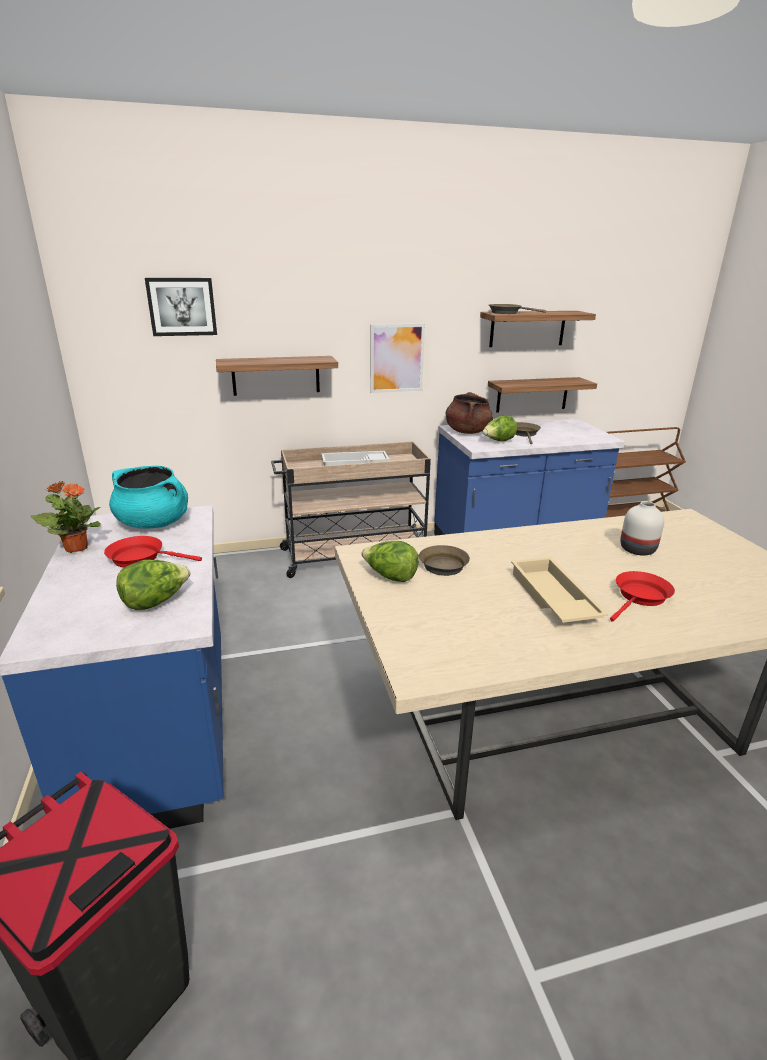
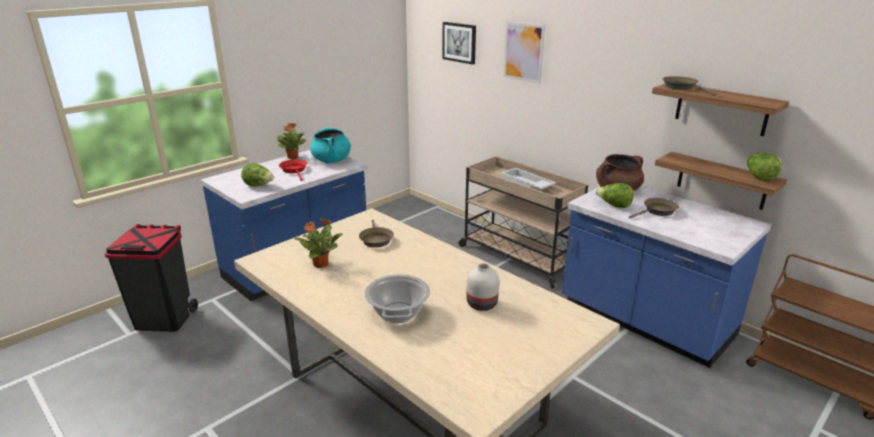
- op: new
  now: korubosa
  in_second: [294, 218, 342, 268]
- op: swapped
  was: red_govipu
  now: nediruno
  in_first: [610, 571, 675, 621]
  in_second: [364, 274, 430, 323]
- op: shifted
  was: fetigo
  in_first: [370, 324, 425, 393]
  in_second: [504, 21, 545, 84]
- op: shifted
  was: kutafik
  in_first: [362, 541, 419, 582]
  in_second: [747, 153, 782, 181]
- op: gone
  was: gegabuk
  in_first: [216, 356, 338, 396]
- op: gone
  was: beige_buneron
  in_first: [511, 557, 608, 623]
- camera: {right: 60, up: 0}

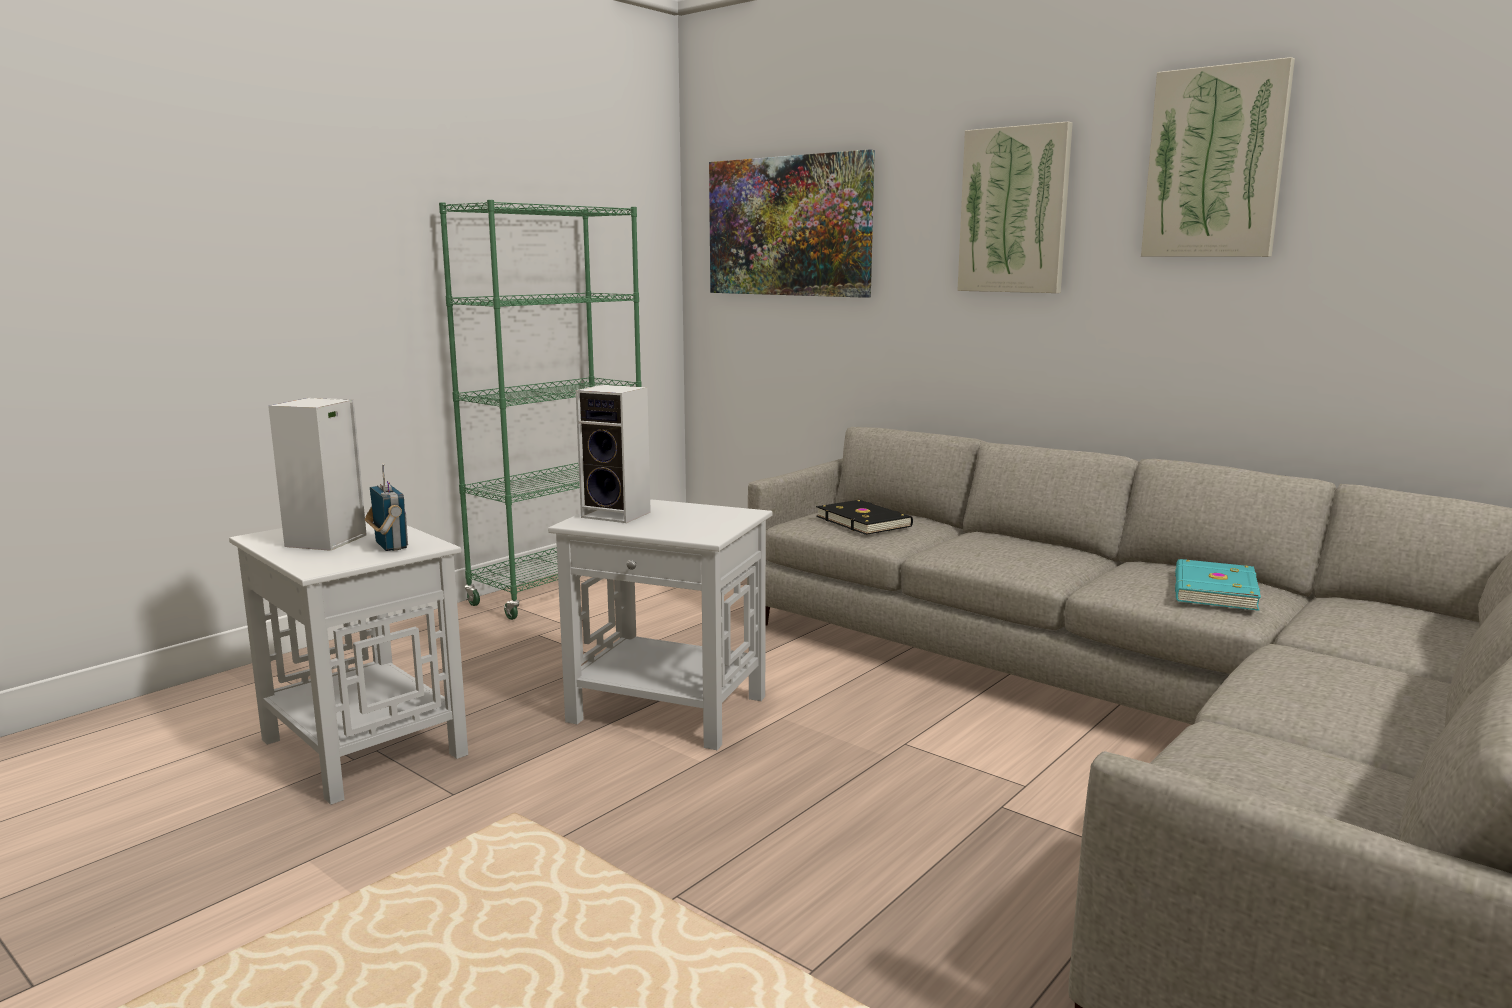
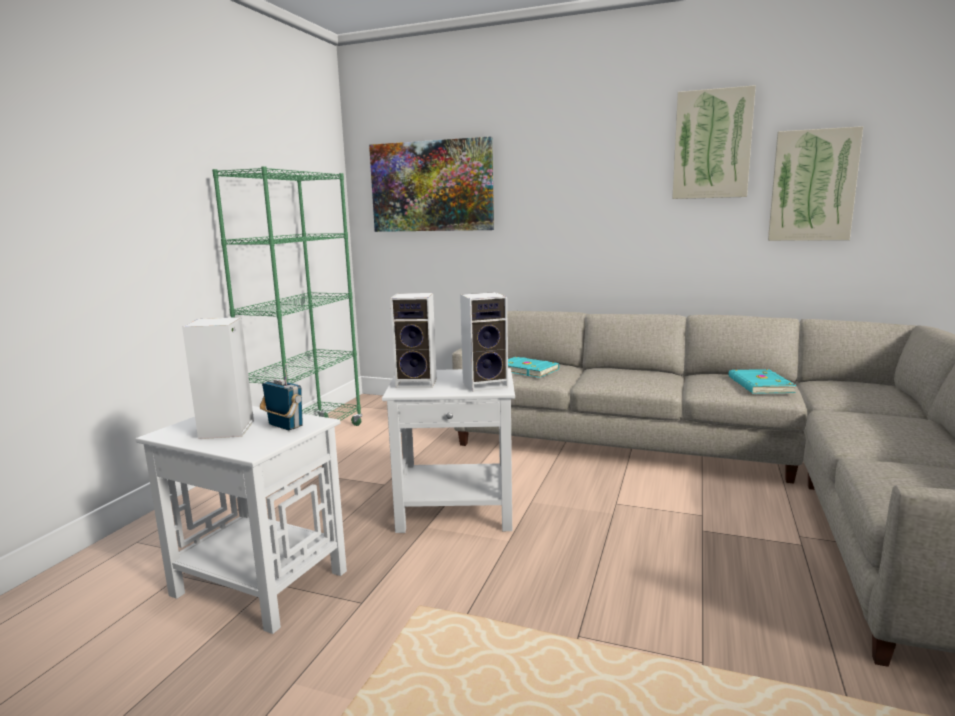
- op: new
  now: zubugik
  in_second: [460, 292, 508, 392]
- op: repainted
  was: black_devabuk
  now: turquoise_devabuk
  in_first: [816, 500, 913, 535]
  in_second: [508, 357, 559, 378]
- op: shifted
  was: fetigo
  in_first: [957, 122, 1073, 293]
  in_second: [768, 126, 863, 241]
- camera: {right: -20, up: 0}

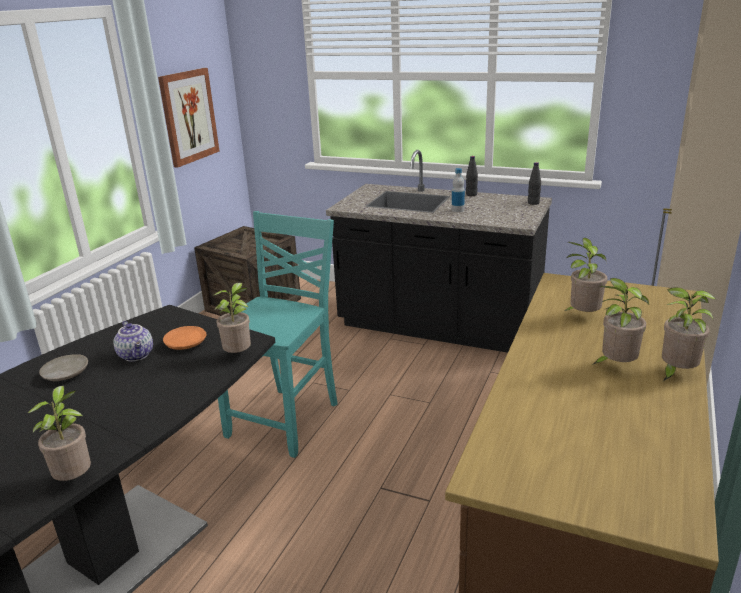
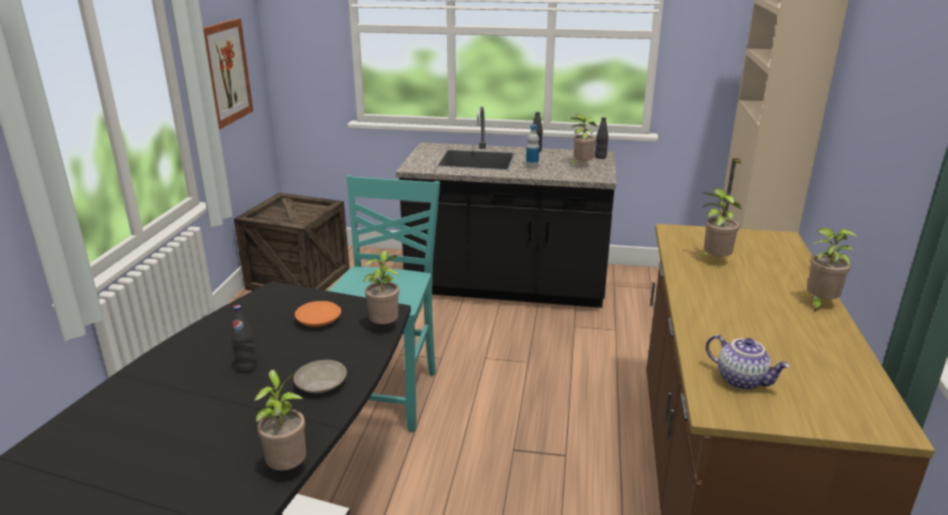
- op: new
  now: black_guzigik
  in_second: [231, 305, 257, 373]
- op: shifted
  was: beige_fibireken
  in_first: [39, 354, 88, 381]
  in_second: [293, 360, 347, 394]
- op: shifted
  was: korubosa
  in_first: [592, 278, 649, 365]
  in_second: [569, 114, 597, 166]
- op: shifted
  was: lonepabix
  in_first: [113, 321, 153, 362]
  in_second: [706, 335, 790, 390]
- camera: {right: -15, up: 0}

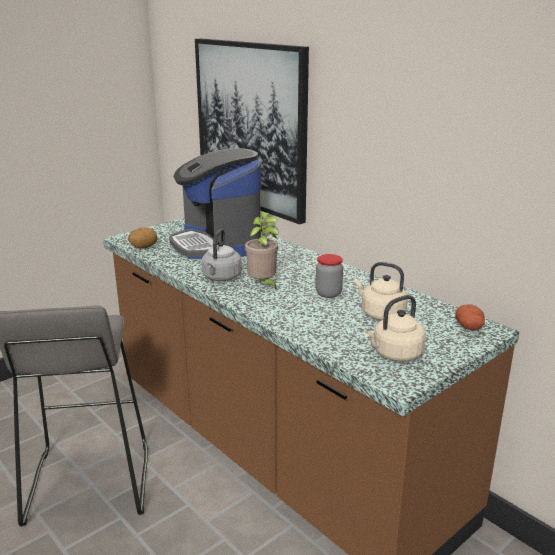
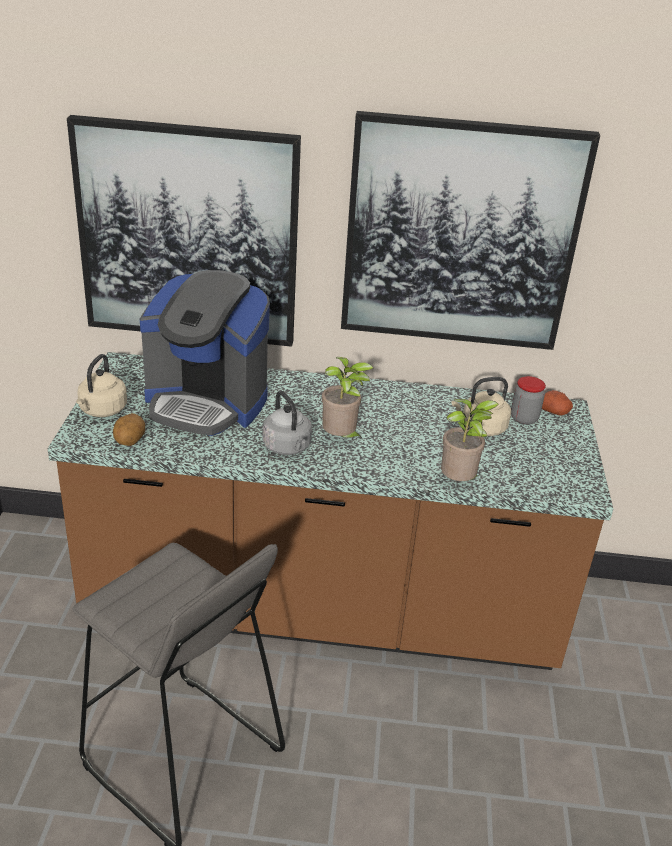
- op: shifted
  was: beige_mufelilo
  in_first: [365, 295, 426, 361]
  in_second: [76, 354, 127, 417]
- op: new
  now: fetigo
  in_second: [341, 111, 600, 350]
- op: new
  now: korubosa
  in_second: [441, 399, 499, 481]
- op: shifted
  was: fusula
  in_first: [316, 254, 343, 298]
  in_second: [511, 376, 546, 425]
- camera: {right: -45, up: 10}

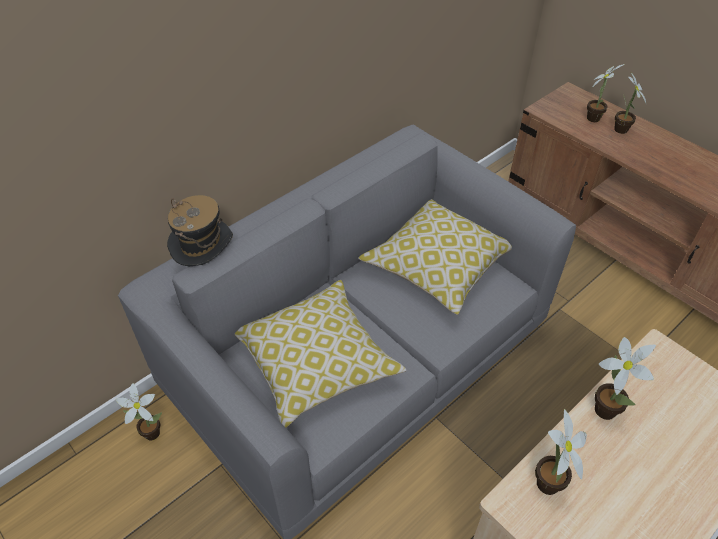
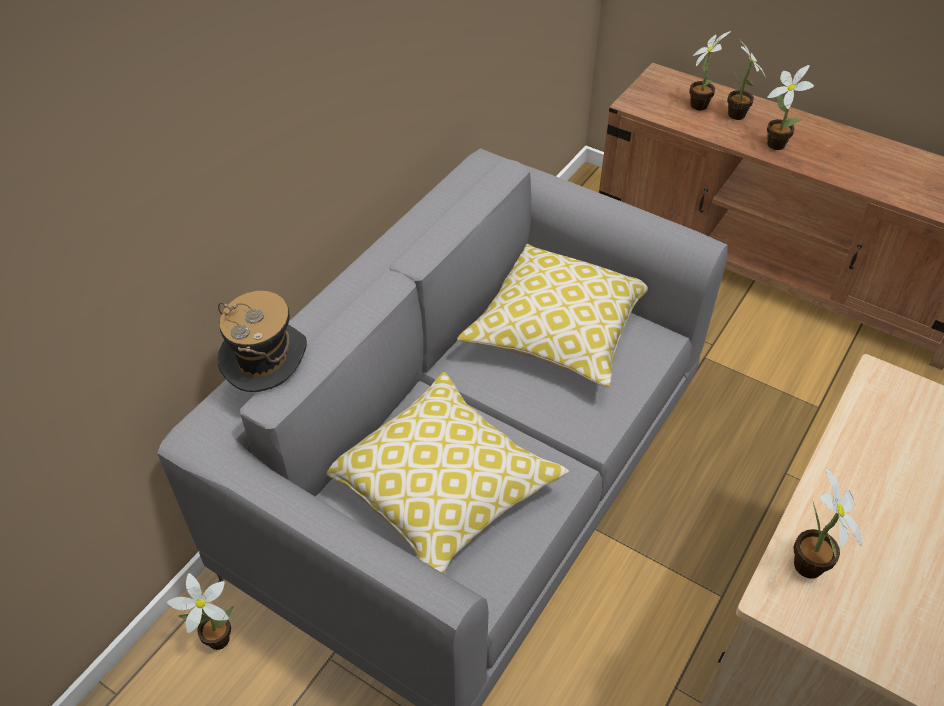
- op: shifted
  was: korubosa
  in_first: [595, 337, 656, 420]
  in_second: [767, 65, 814, 150]
- camera: {right: -15, up: 0}

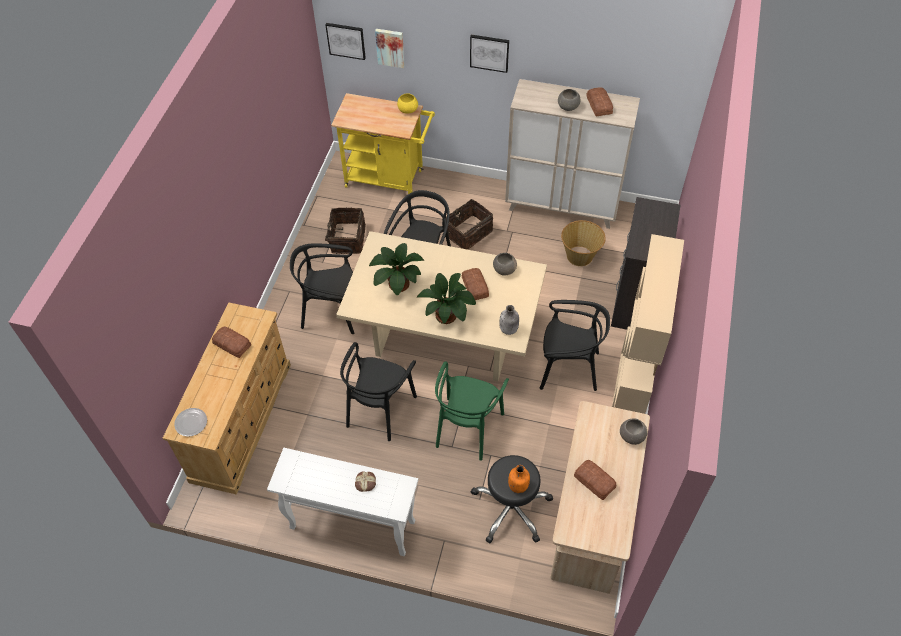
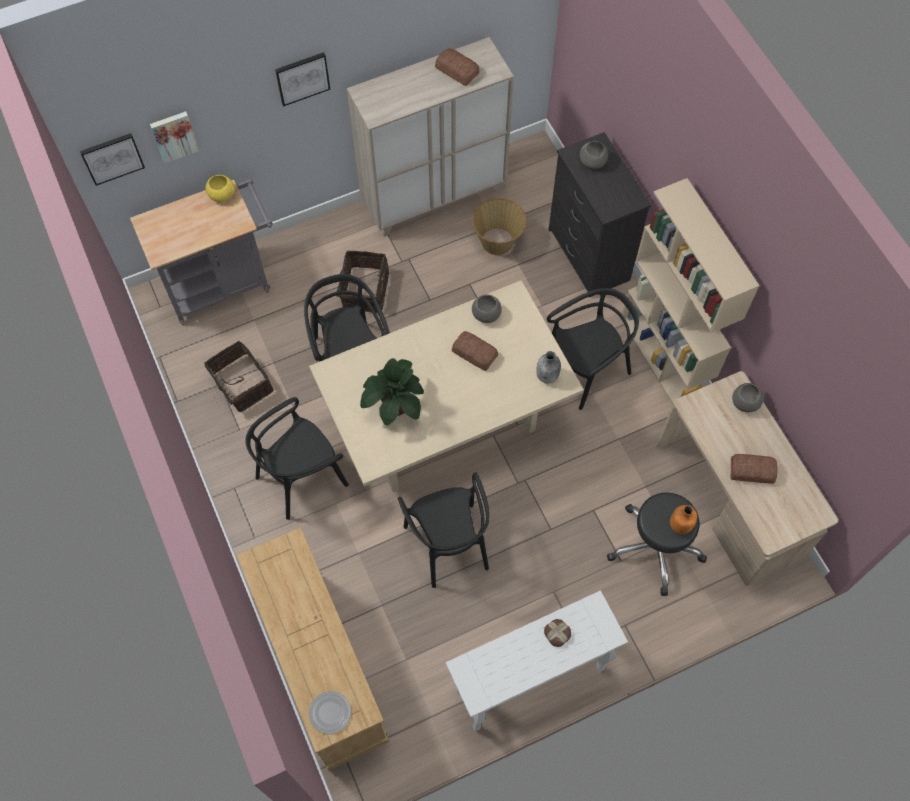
- op: repainted
  was: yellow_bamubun
  now: grey_bamubun
  in_first: [331, 93, 435, 194]
  in_second: [130, 179, 273, 326]
- op: shifted
  was: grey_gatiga
  in_first: [558, 89, 581, 111]
  in_second: [580, 141, 608, 169]
- op: gone
  was: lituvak
  in_first: [212, 327, 251, 358]
- op: gone
  was: korubosa
  in_first: [417, 273, 476, 324]
- op: gone
  was: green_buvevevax
  in_first: [435, 361, 509, 461]
- camera: {right: -40, up: 10}

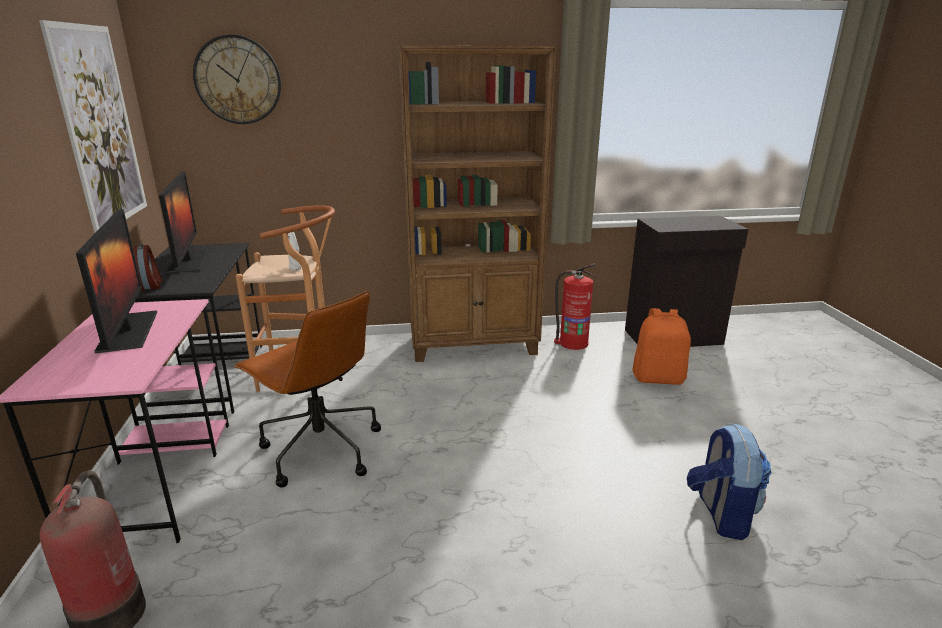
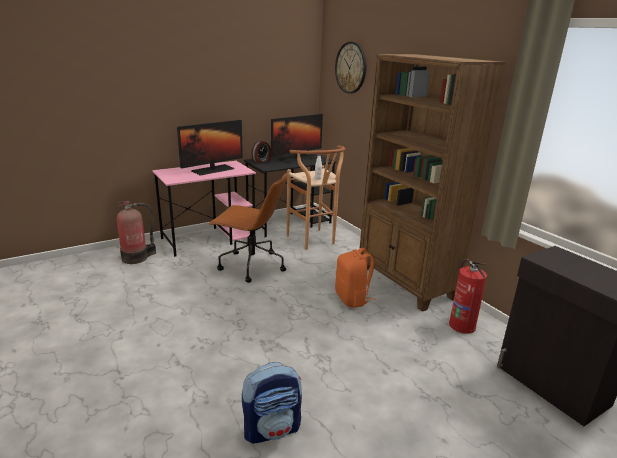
- op: rotated
  was: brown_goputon
  in_first: [234, 291, 381, 488]
  in_second: [208, 173, 288, 283]
  clockwise: -90
- op: shifted
  was: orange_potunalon
  in_first: [633, 308, 691, 385]
  in_second: [335, 248, 376, 308]
- op: gone
  was: fetigo
  in_first: [39, 20, 147, 233]
- camera: {right: 65, up: 0}

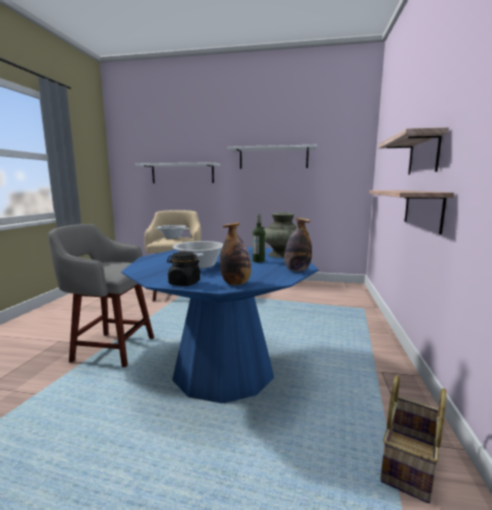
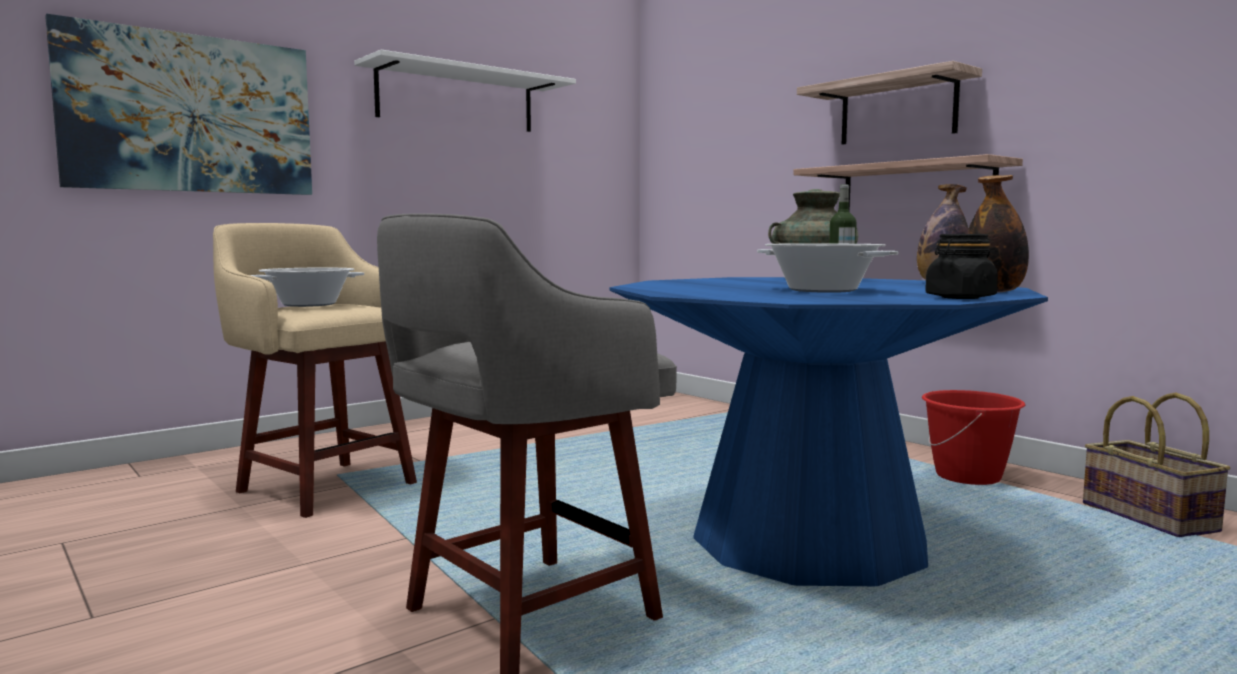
- op: swapped
  was: white_gegabuk
  now: fetigo
  in_first: [135, 162, 220, 183]
  in_second: [45, 14, 312, 195]
- op: new
  now: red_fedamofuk
  in_second: [922, 390, 1026, 485]
- camera: {right: -50, up: -5}

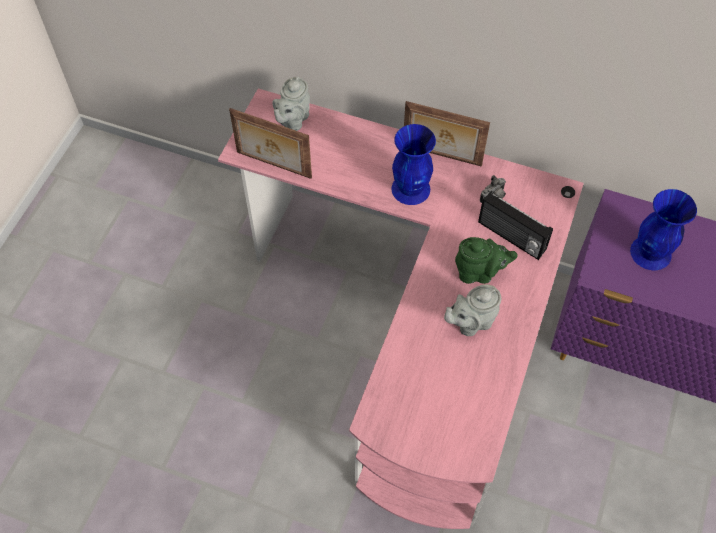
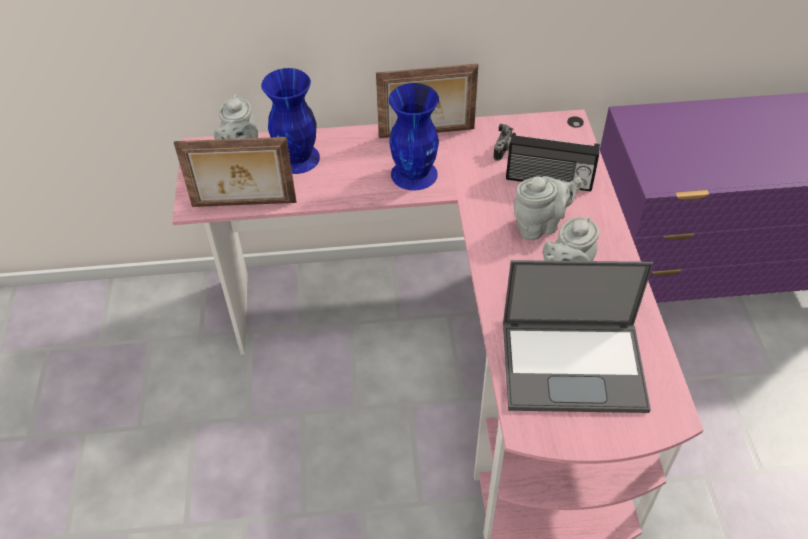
- op: shifted
  was: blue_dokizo
  in_first: [630, 189, 697, 270]
  in_second: [261, 68, 320, 174]
- op: new
  now: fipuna
  in_second: [503, 260, 653, 413]
- op: repainted
  was: green_lonepabix
  now: grey_lonepabix
  in_first: [455, 237, 518, 284]
  in_second: [514, 176, 582, 240]
- camera: {right: -25, up: -10}

